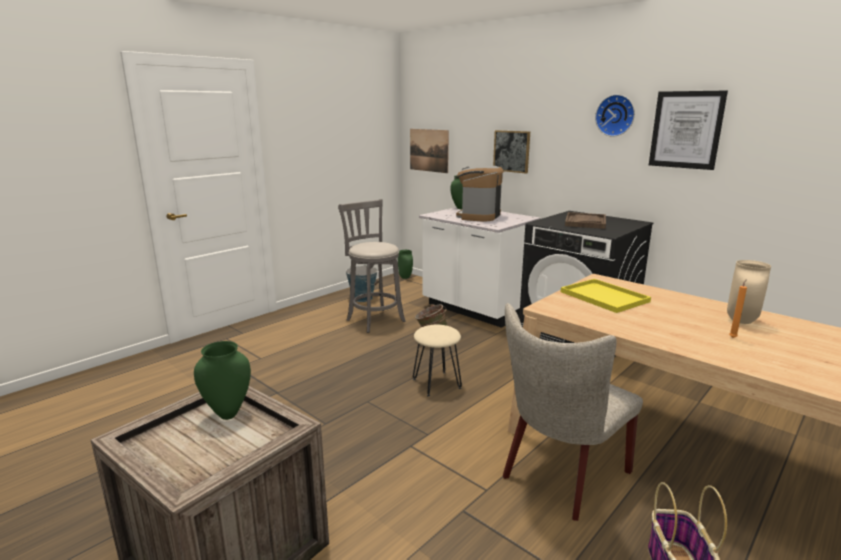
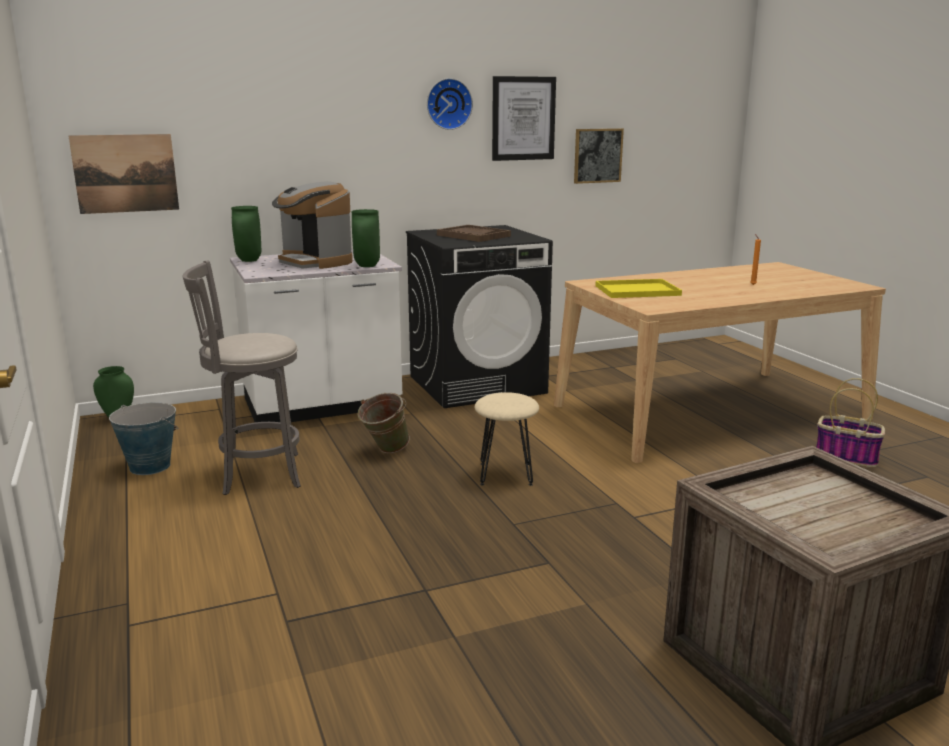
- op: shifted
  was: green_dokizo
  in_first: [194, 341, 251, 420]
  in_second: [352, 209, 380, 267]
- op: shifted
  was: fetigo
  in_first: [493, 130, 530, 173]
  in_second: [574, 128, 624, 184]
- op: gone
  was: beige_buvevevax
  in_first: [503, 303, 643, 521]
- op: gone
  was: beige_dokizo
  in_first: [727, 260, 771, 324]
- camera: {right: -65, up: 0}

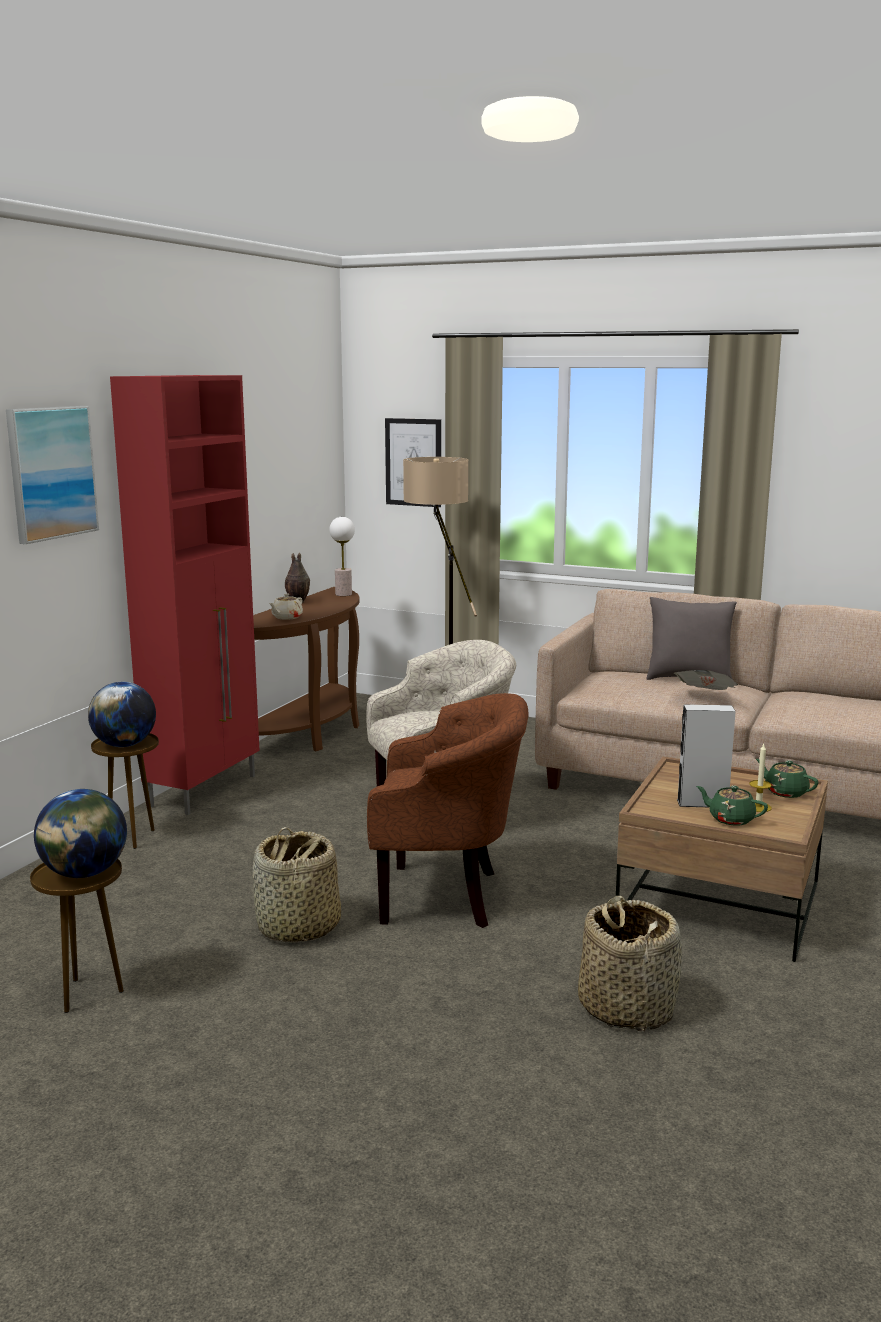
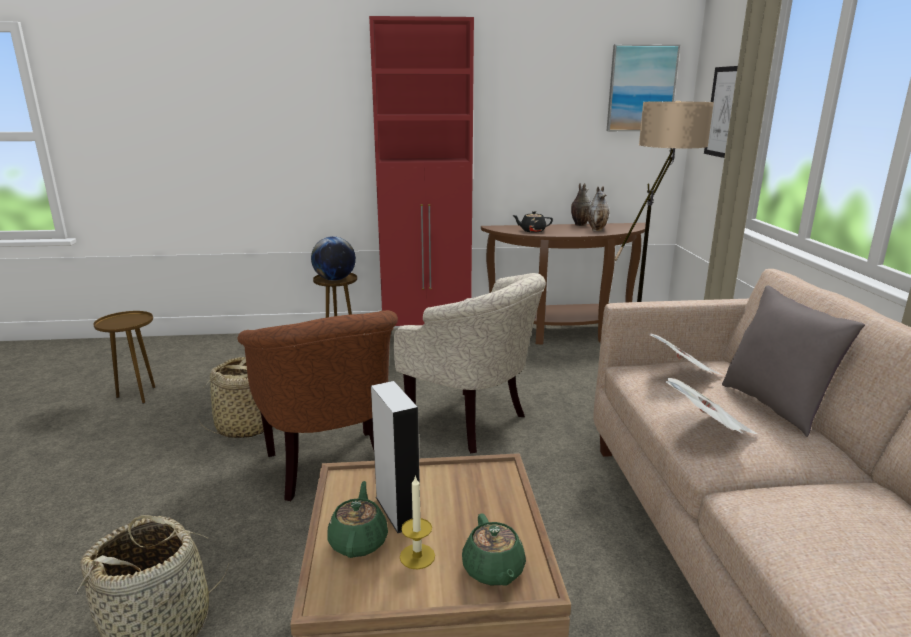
- op: rotated
  was: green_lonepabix
  in_first: [756, 759, 819, 798]
  in_second: [462, 514, 526, 586]
  clockwise: 150
- op: repainted
  was: beige_lonepabix
  now: black_lonepabix
  in_first: [269, 594, 303, 620]
  in_second: [512, 211, 553, 232]
- op: new
  now: dokizo
  in_second: [587, 186, 610, 231]
- op: shifted
  was: fetigo
  in_first: [6, 406, 99, 544]
  in_second: [607, 44, 680, 131]
- op: new
  now: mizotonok
  in_second: [648, 333, 723, 375]
- op: gone
  was: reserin
  in_first: [34, 789, 127, 878]
- op: gone
  was: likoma
  in_first: [329, 517, 355, 596]
- camera: {right: 60, up: 5}

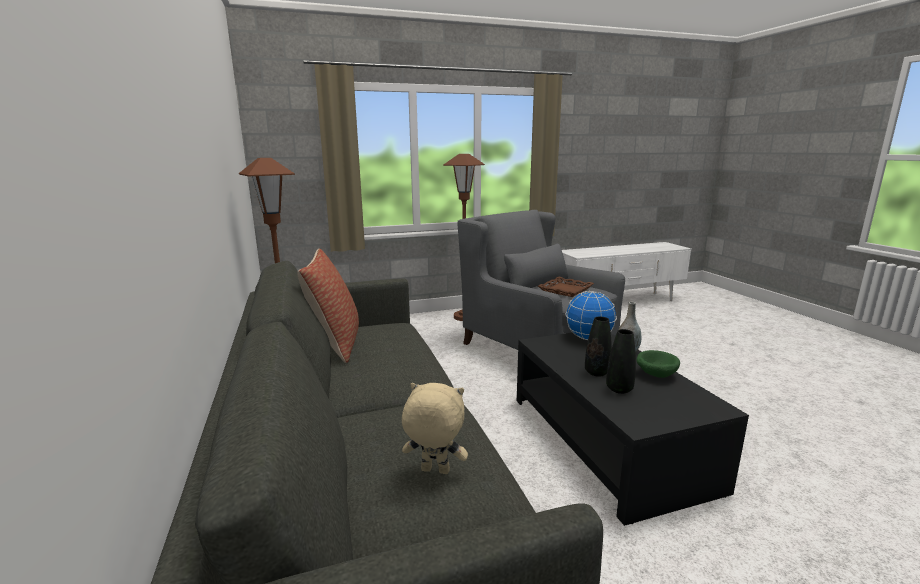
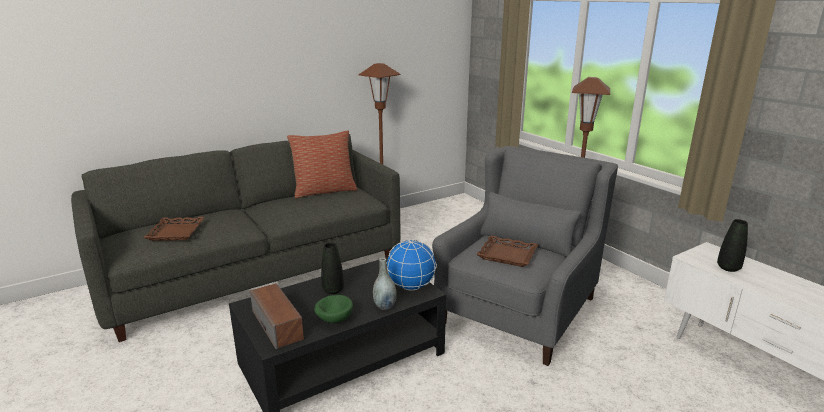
- op: swapped
  was: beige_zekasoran
  now: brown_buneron
  in_first: [402, 383, 468, 474]
  in_second: [143, 217, 205, 241]
- op: new
  now: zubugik
  in_second: [250, 283, 304, 349]
- op: shifted
  was: black_dokizo
  in_first: [606, 329, 636, 394]
  in_second: [717, 219, 748, 272]
- camera: {right: 75, up: 5}

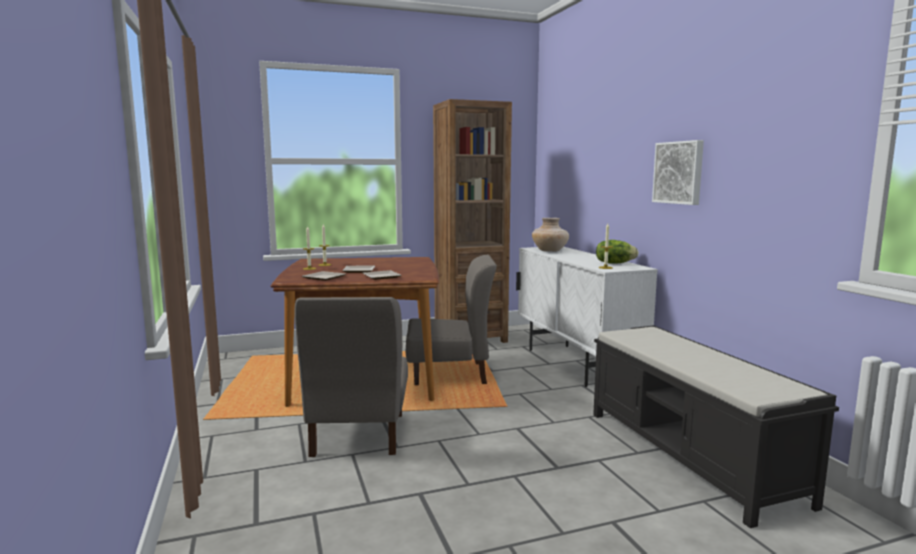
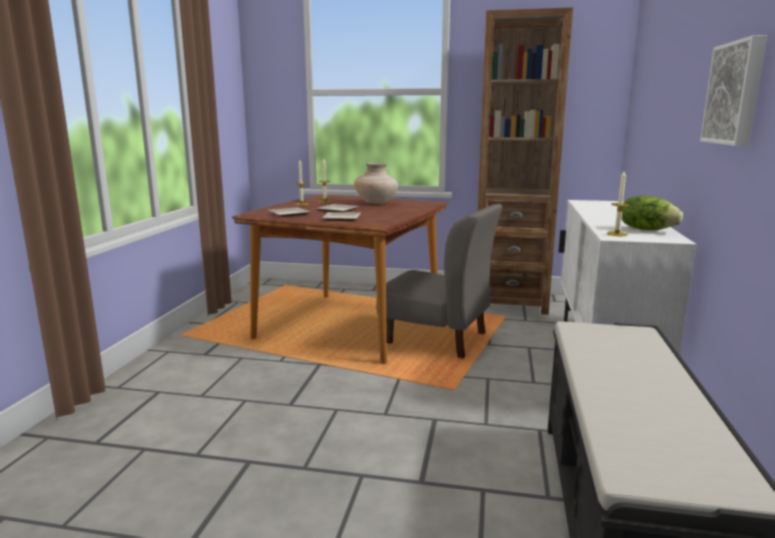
- op: shifted
  was: beige_dokizo
  in_first: [532, 218, 569, 252]
  in_second: [354, 163, 398, 204]
- op: gone
  was: grey_buvevevax
  in_first: [295, 297, 408, 457]
- camera: {right: 30, up: 5}

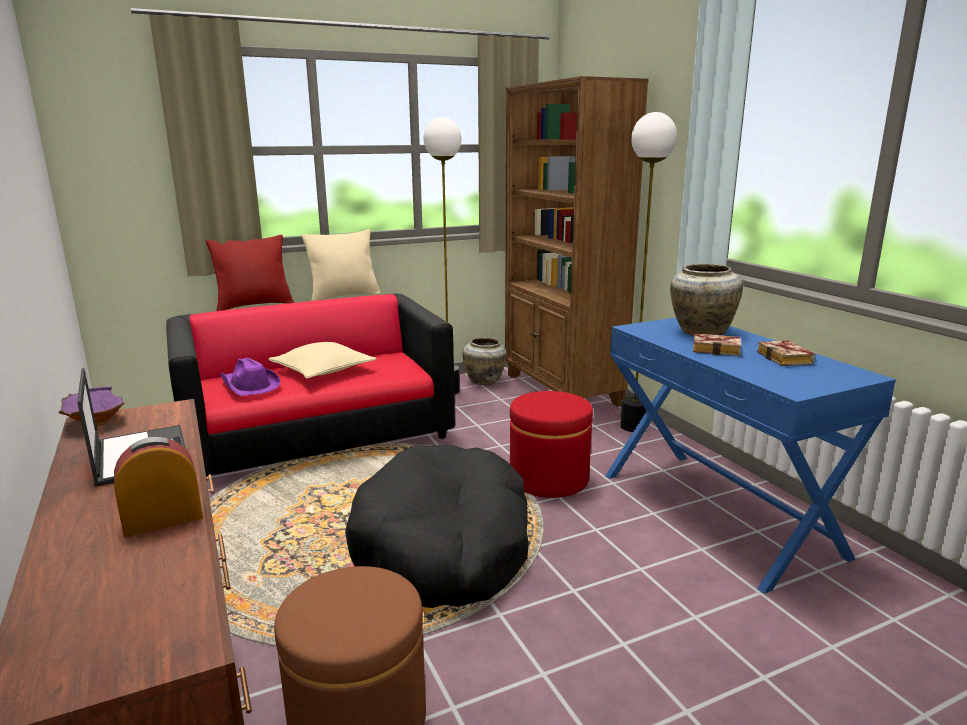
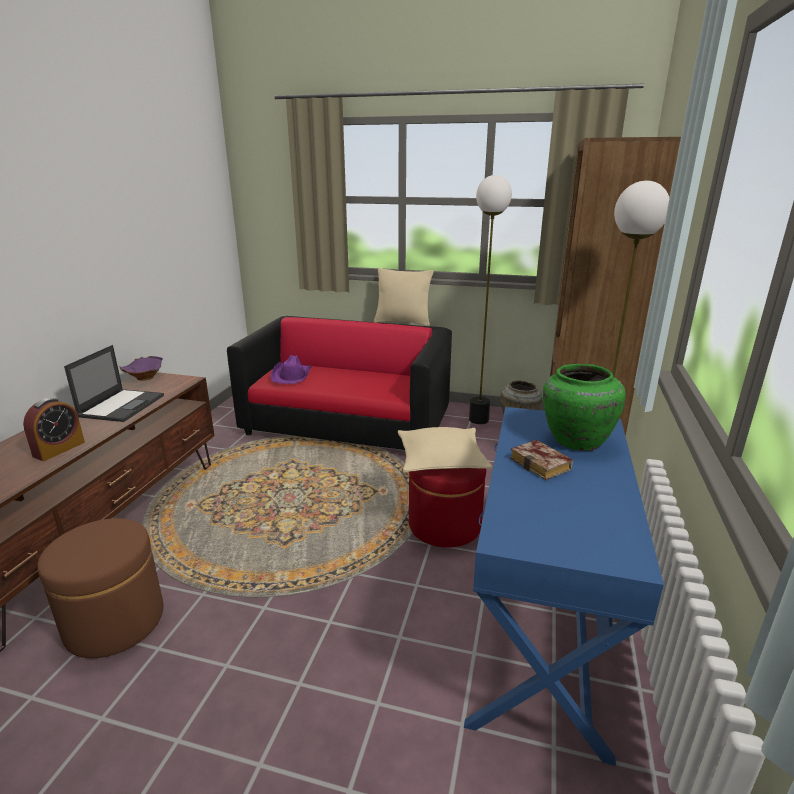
- op: rotated
  was: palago
  in_first: [114, 437, 203, 537]
  in_second: [23, 398, 85, 461]
  clockwise: 105
- op: shifted
  was: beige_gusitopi
  in_first: [268, 342, 377, 379]
  in_second: [398, 427, 493, 472]
- op: repainted
  was: beige_dokizo
  now: green_dokizo
  in_first: [670, 263, 743, 336]
  in_second: [543, 364, 626, 451]
- op: gone
  was: red_gusitopi
  in_first: [206, 235, 294, 311]
- op: gone
  was: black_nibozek
  in_first: [345, 445, 529, 608]
- op: gone
  was: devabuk
  in_first: [757, 340, 815, 366]
- camera: {right: 40, up: 5}

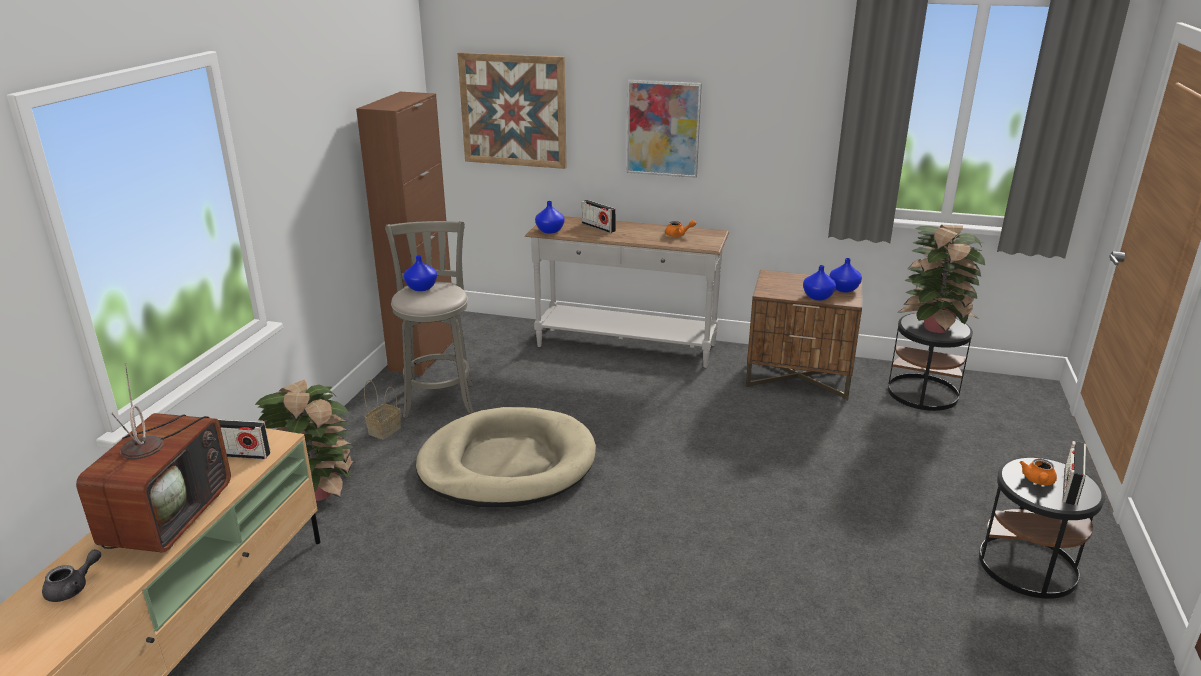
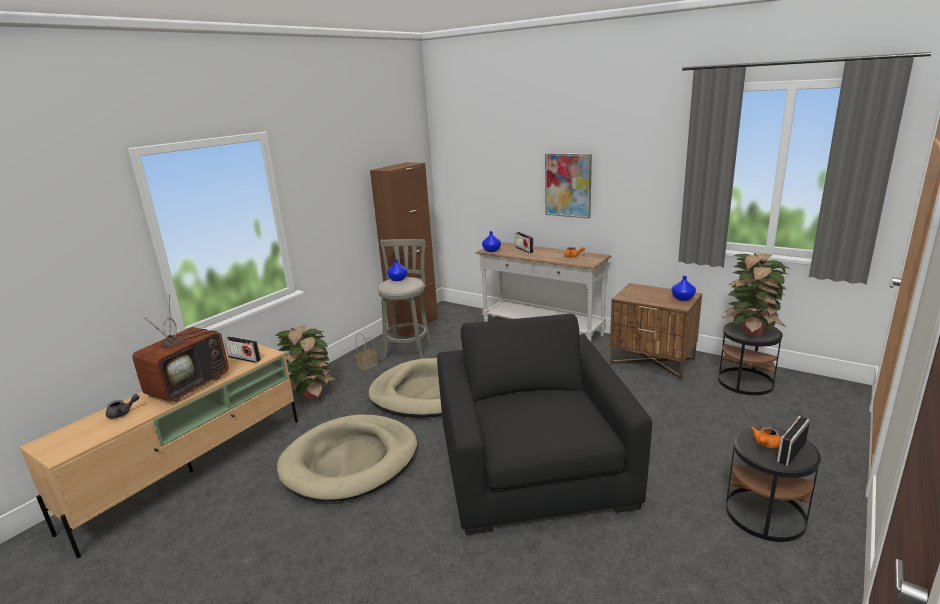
- op: new
  now: beige_nibozek
  in_second: [277, 415, 417, 502]
- op: new
  now: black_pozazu
  in_second: [437, 314, 652, 535]
- op: gone
  was: fetigo
  in_first: [458, 52, 567, 169]
- op: gone
  was: blue_dokizo
  in_first: [803, 265, 836, 300]
- camera: {right: 20, up: -5}

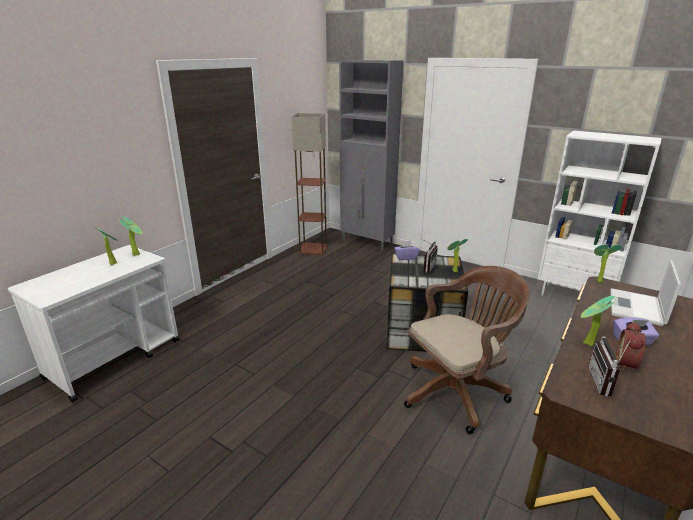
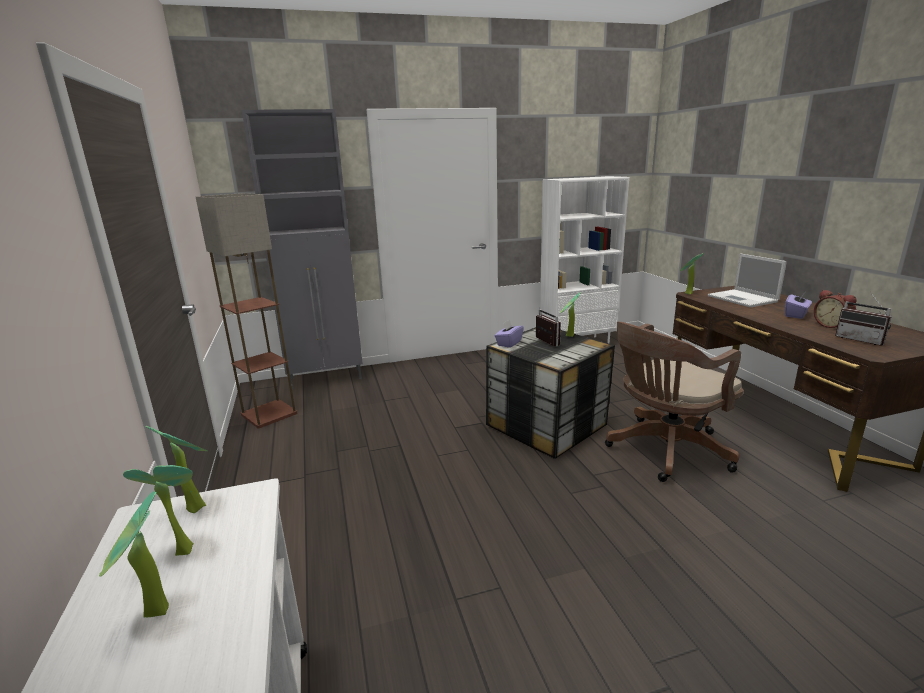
- op: shifted
  was: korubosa
  in_first: [581, 296, 614, 346]
  in_second: [99, 492, 169, 618]
- op: rotated
  was: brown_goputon
  in_first: [404, 266, 530, 434]
  in_second: [605, 322, 743, 482]
  clockwise: -135
- camera: {right: -50, up: -5}

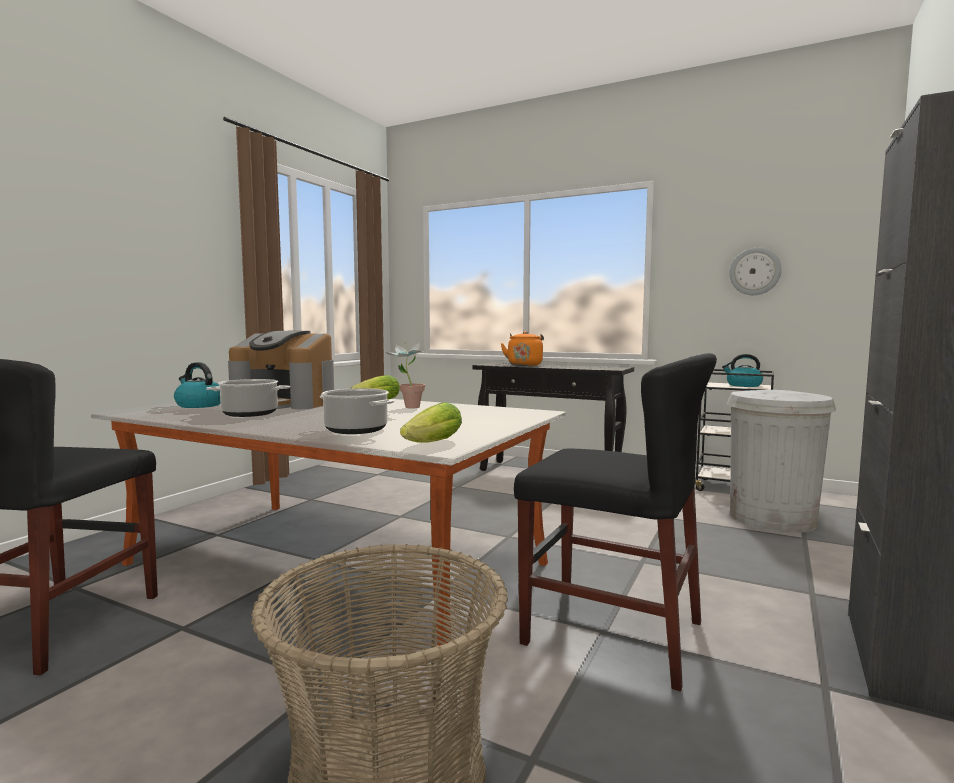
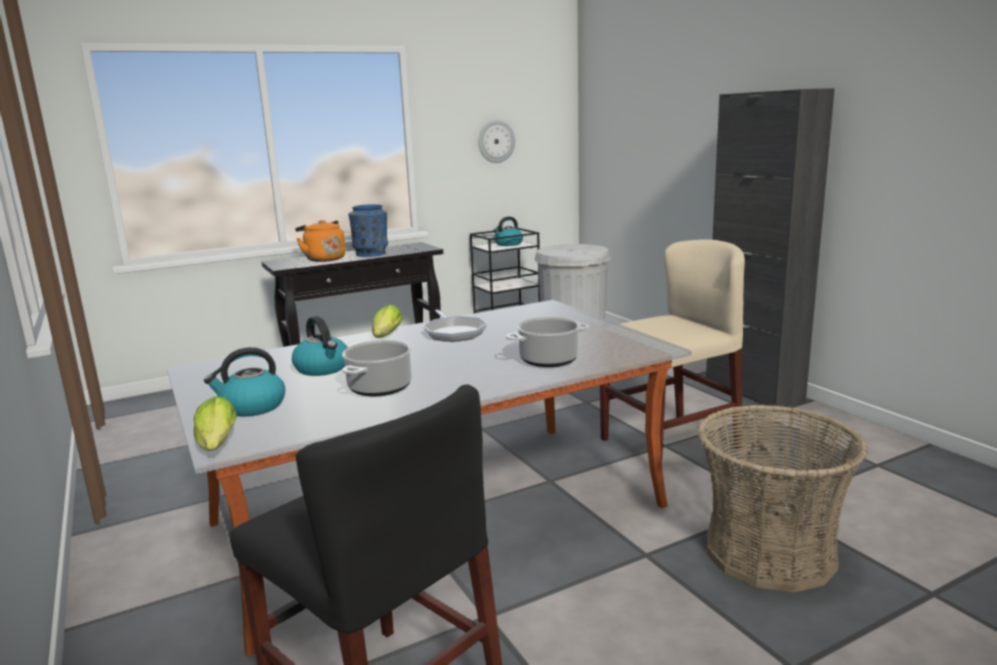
- op: shifted
  was: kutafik
  in_first: [400, 402, 462, 443]
  in_second: [194, 396, 237, 451]
- op: swapped
  was: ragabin
  now: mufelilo
  in_first: [228, 331, 334, 409]
  in_second: [292, 316, 348, 376]
- op: new
  now: blue_dokizo
  in_second: [348, 204, 388, 257]
- op: swapped
  was: korubosa
  now: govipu
  in_first: [384, 341, 425, 408]
  in_second: [423, 309, 487, 342]
- op: repainted
  was: black_buvevevax
  now: beige_buvevevax
  in_first: [514, 353, 717, 692]
  in_second: [600, 239, 745, 459]
- camera: {right: -55, up: 10}

